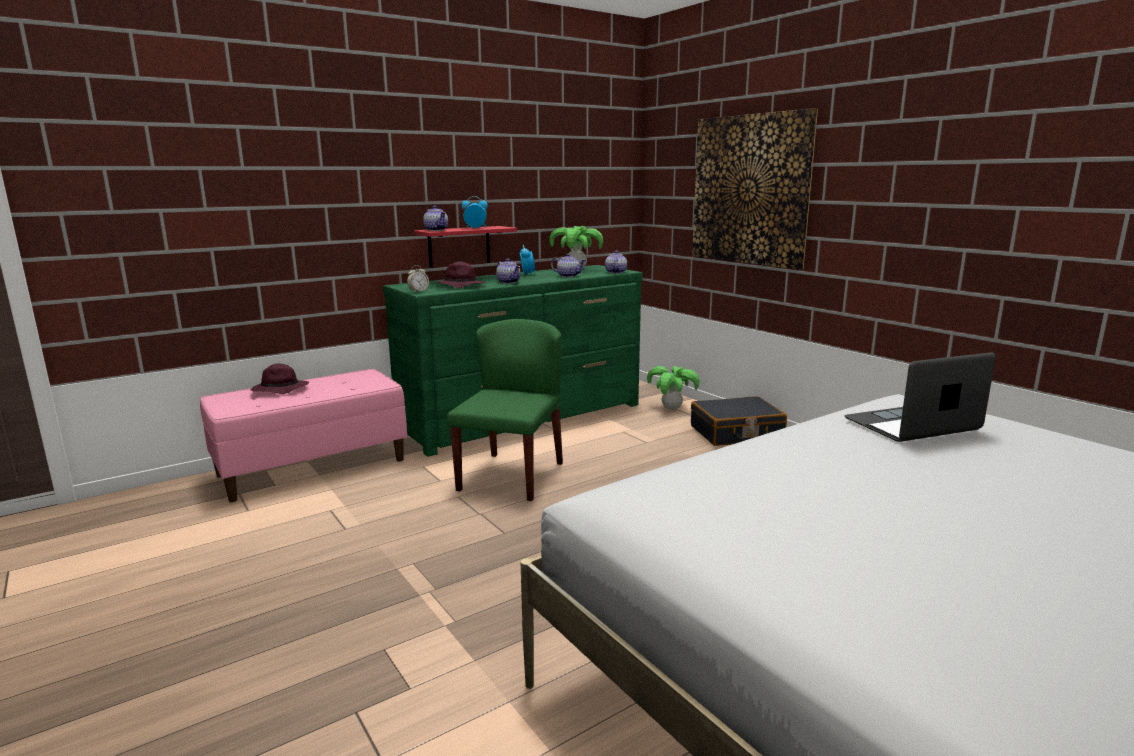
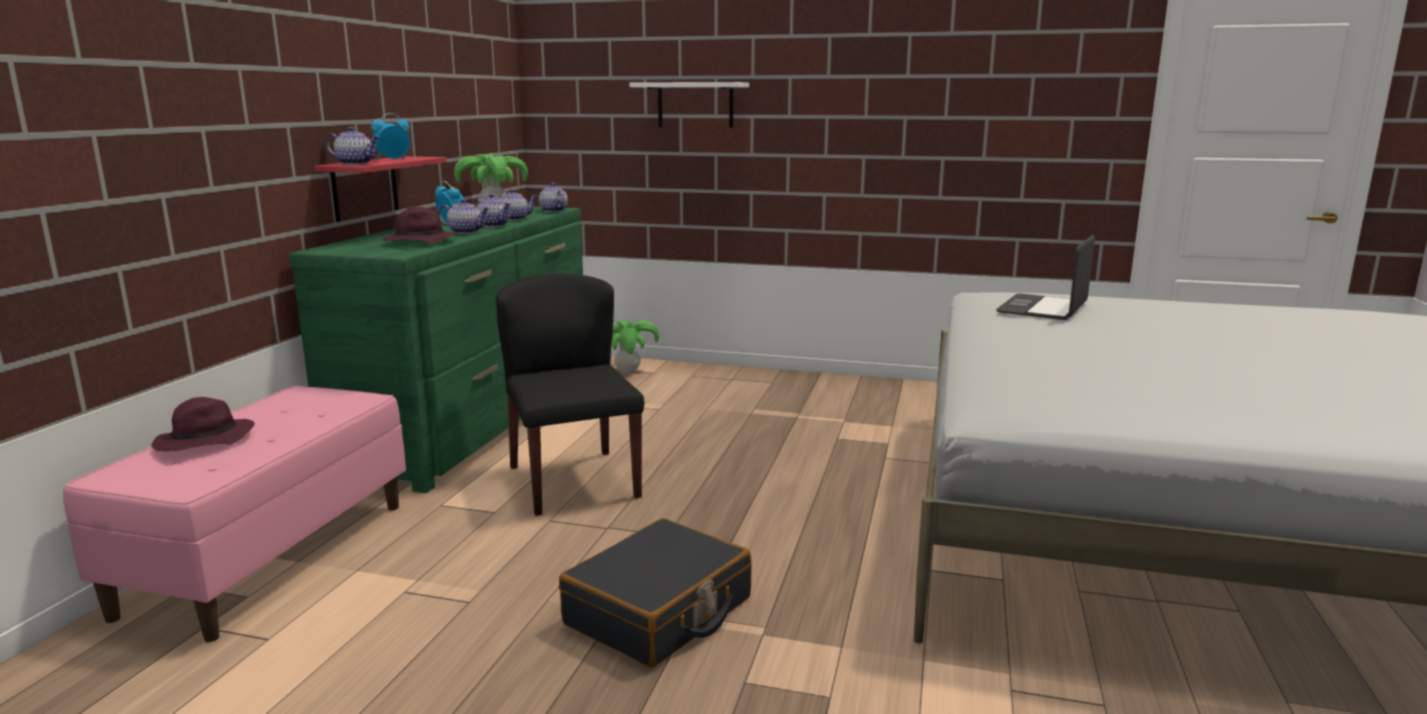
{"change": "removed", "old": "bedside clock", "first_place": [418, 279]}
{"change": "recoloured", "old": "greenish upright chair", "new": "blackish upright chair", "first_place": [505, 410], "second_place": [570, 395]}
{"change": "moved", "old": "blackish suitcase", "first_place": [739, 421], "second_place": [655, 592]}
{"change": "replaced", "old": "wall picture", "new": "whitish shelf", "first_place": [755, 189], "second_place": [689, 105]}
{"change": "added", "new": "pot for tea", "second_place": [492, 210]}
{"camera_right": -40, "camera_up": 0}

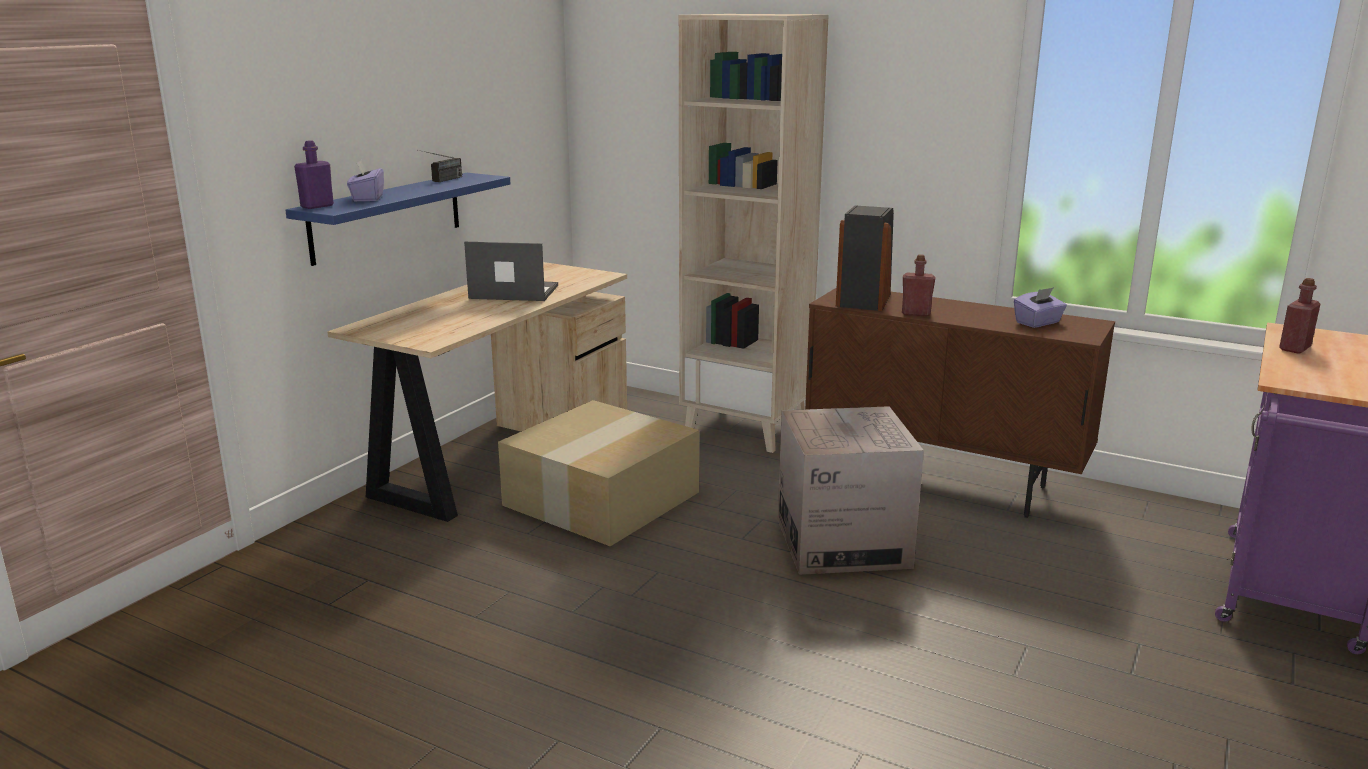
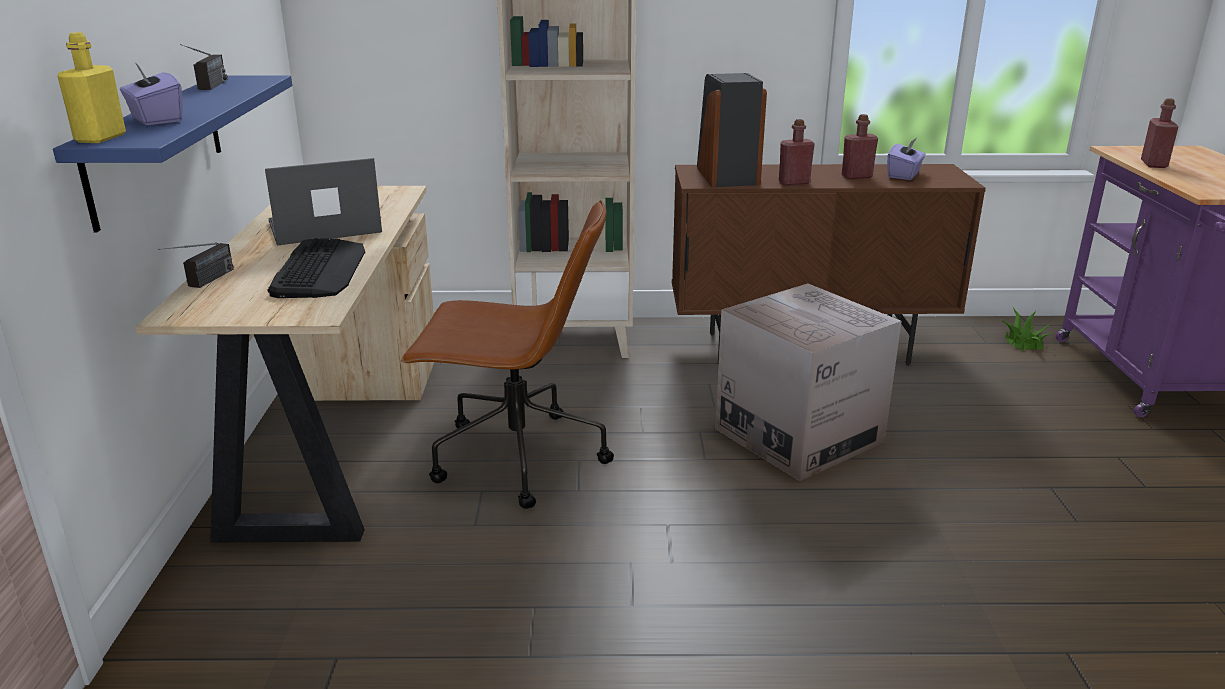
{"change": "recoloured", "old": "purplish drink bottle", "new": "yellow drink bottle", "first_place": [314, 174], "second_place": [91, 87]}
{"change": "replaced", "old": "cardboard box", "new": "brownish desk chair", "first_place": [598, 473], "second_place": [507, 354]}
{"change": "added", "new": "radio set", "second_place": [195, 265]}
{"change": "added", "new": "computer keyboard", "second_place": [316, 268]}
{"change": "added", "new": "red drink bottle", "second_place": [860, 146]}
{"change": "added", "new": "potted plant", "second_place": [1024, 329]}
{"camera_right": -30, "camera_up": 5}

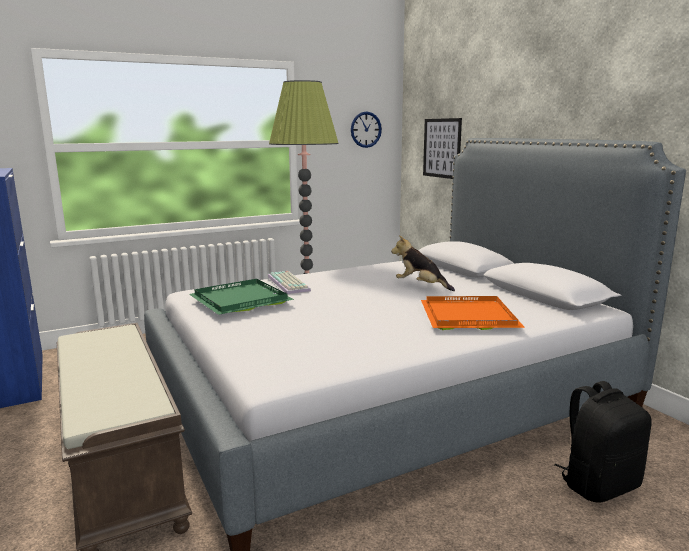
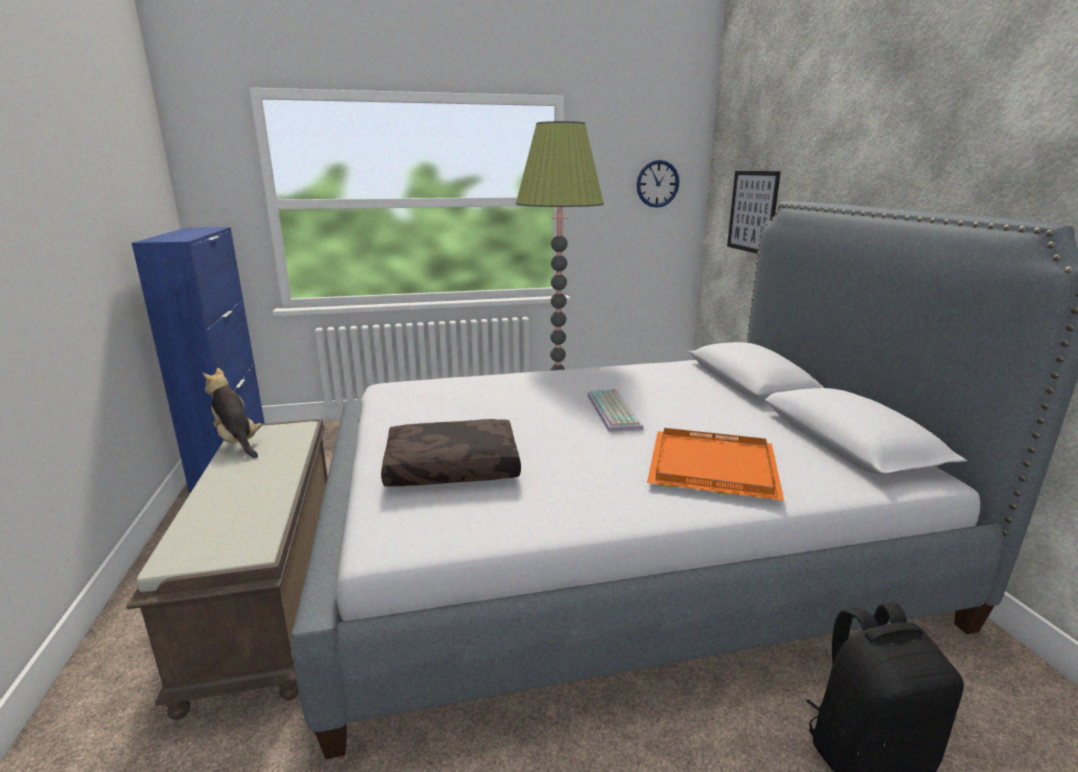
{"change": "removed", "old": "greenish carrying tray", "first_place": [241, 297]}
{"change": "moved", "old": "computer keyboard", "first_place": [289, 282], "second_place": [615, 410]}
{"change": "moved", "old": "plush toy", "first_place": [423, 263], "second_place": [232, 413]}
{"change": "added", "new": "brownish throw pillow", "second_place": [451, 453]}
{"camera_right": 15, "camera_up": 5}

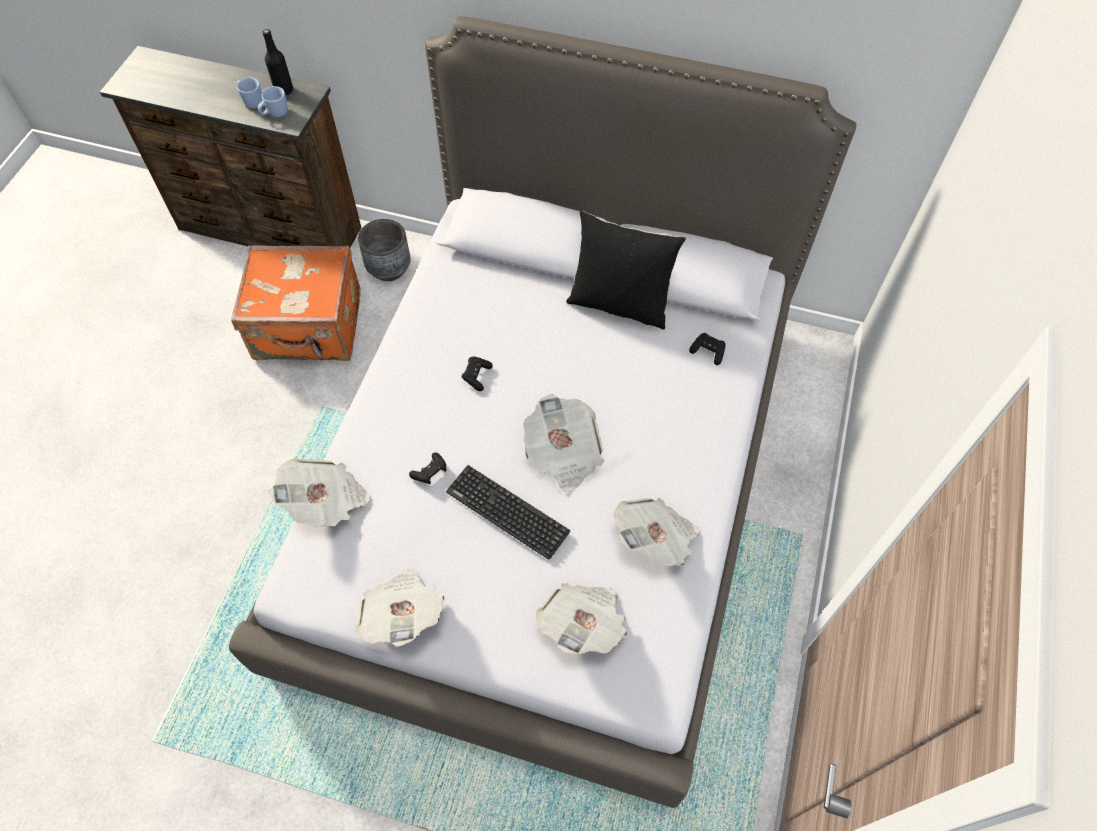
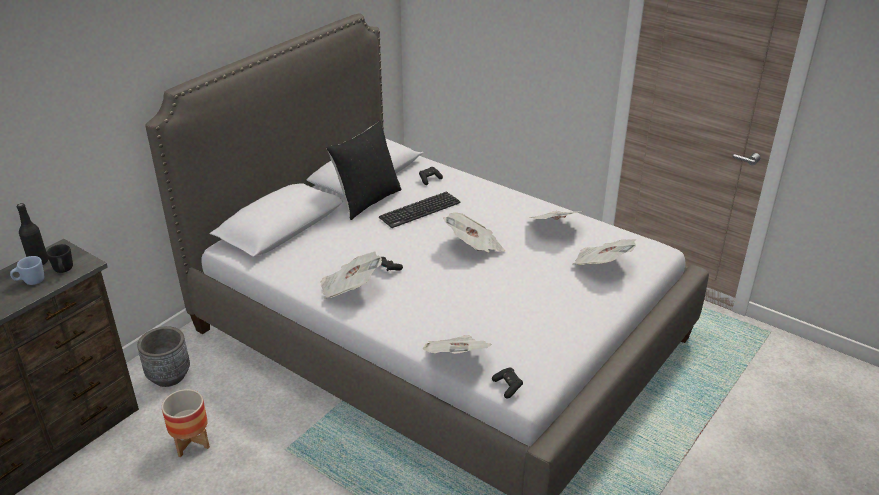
{"change": "replaced", "old": "orangey suitcase", "new": "planter", "first_place": [296, 303], "second_place": [186, 423]}
{"change": "recoloured", "old": "blue coffee mug", "new": "blackish coffee mug", "first_place": [273, 101], "second_place": [59, 258]}
{"change": "moved", "old": "newspaper", "first_place": [400, 608], "second_place": [351, 275]}
{"change": "moved", "old": "blackish gamepad", "first_place": [427, 468], "second_place": [507, 382]}
{"change": "moved", "old": "computer keyboard", "first_place": [508, 512], "second_place": [419, 209]}
{"camera_right": -70, "camera_up": -25}

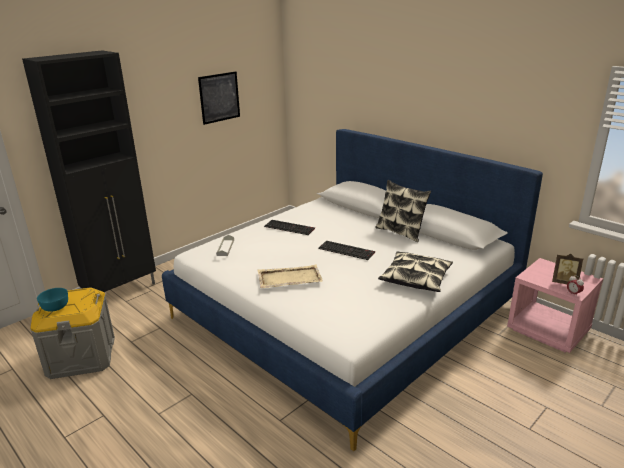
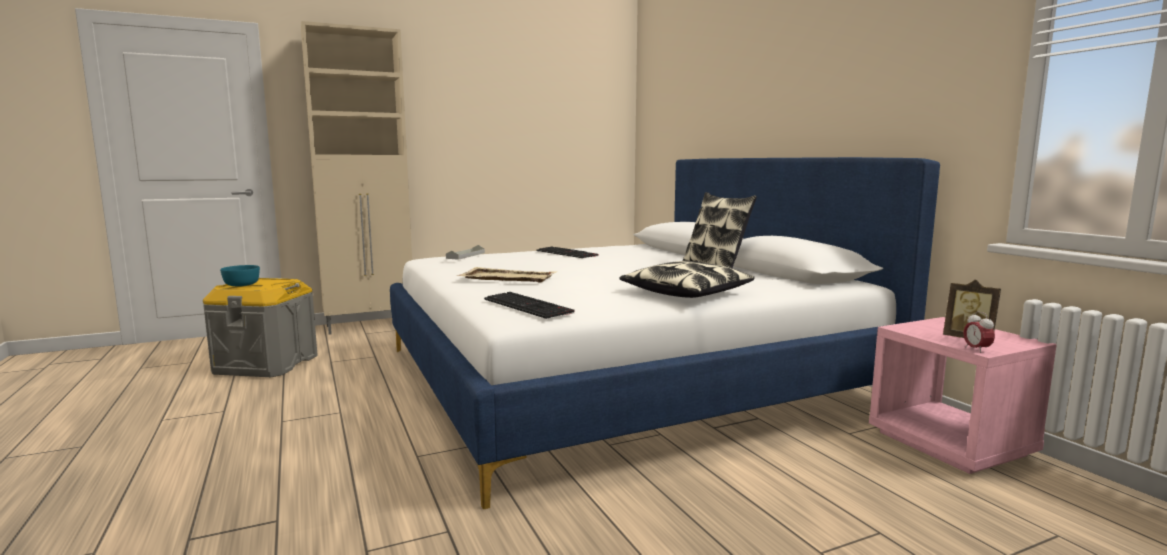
{"change": "recoloured", "old": "blackish cupboard", "new": "beige-coloured cupboard", "first_place": [89, 171], "second_place": [356, 178]}
{"change": "removed", "old": "wall picture", "first_place": [219, 98]}
{"change": "moved", "old": "computer keyboard", "first_place": [346, 250], "second_place": [529, 305]}
{"camera_right": 20, "camera_up": -15}

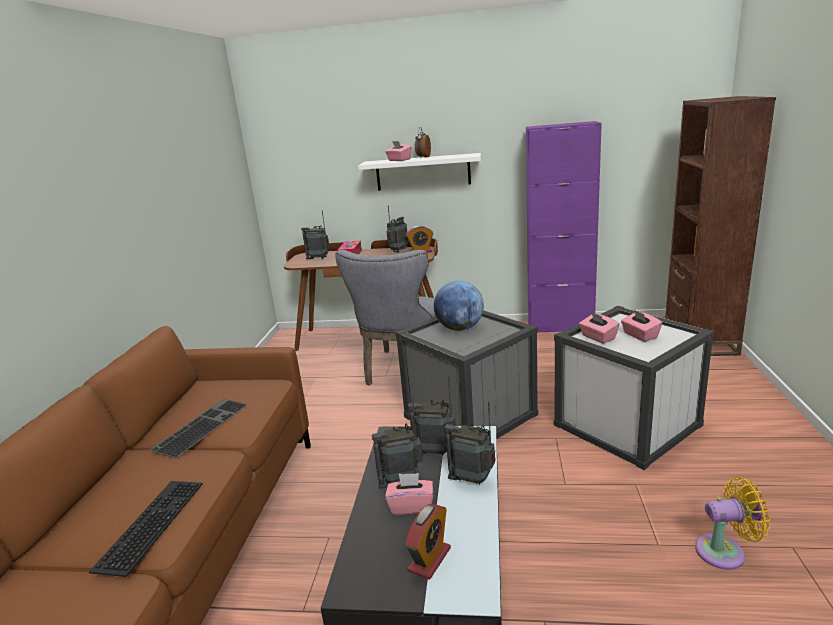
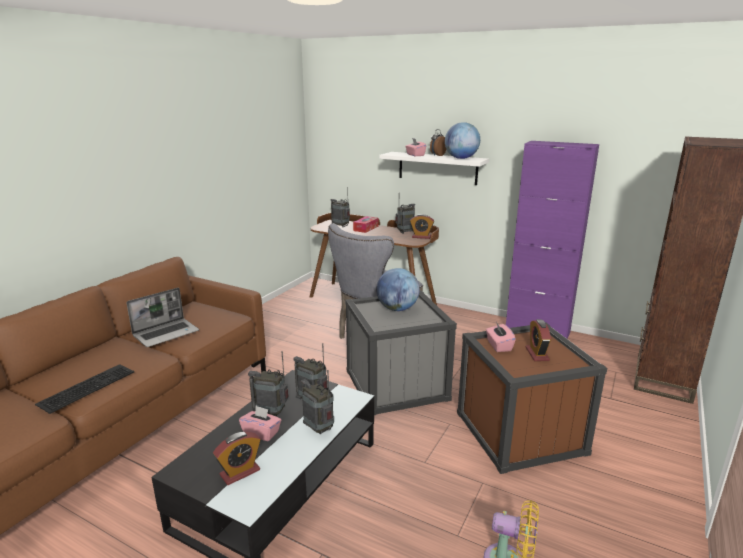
{"change": "replaced", "old": "computer keyboard", "new": "laptop", "first_place": [198, 428], "second_place": [163, 317]}
{"change": "recoloured", "old": "whitish storage container", "new": "brownish storage container", "first_place": [634, 388], "second_place": [532, 398]}
{"change": "replaced", "old": "pinkish box of tissues", "new": "bedside clock", "first_place": [641, 326], "second_place": [538, 340]}
{"change": "added", "new": "globe", "second_place": [462, 140]}
{"camera_right": 20, "camera_up": 0}

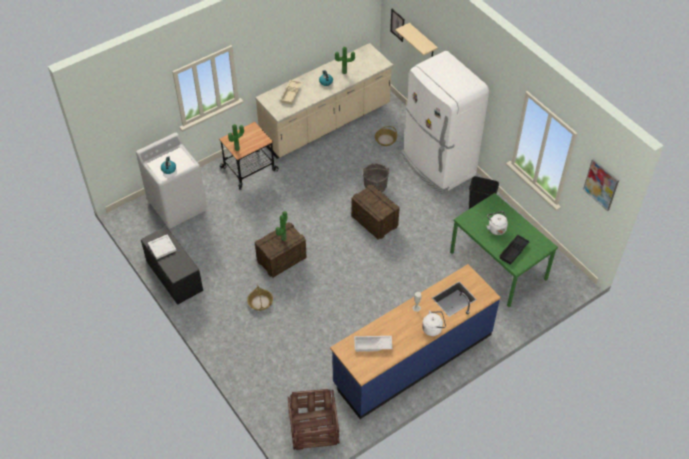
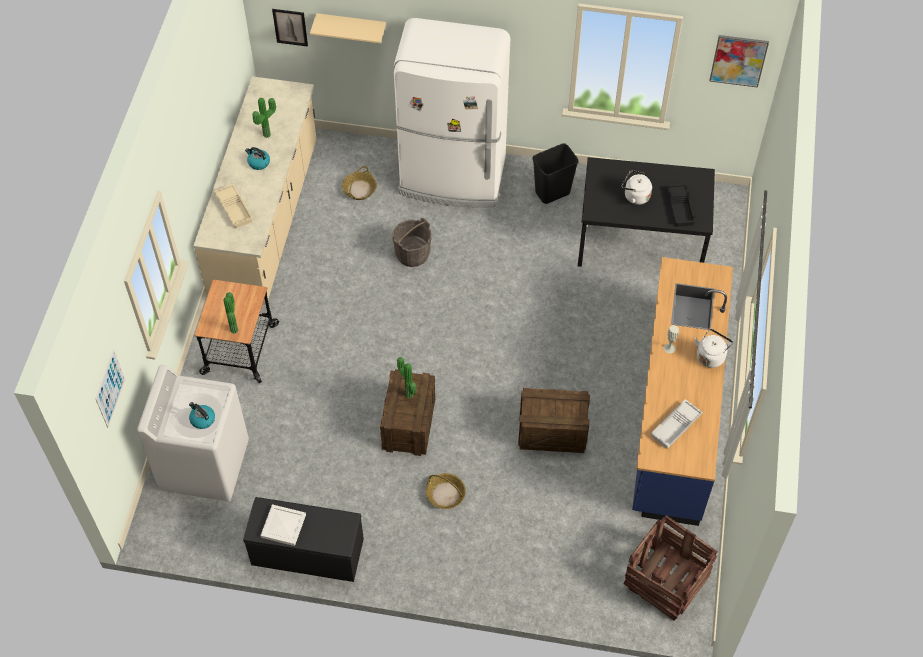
{"change": "moved", "old": "crate", "first_place": [375, 212], "second_place": [554, 420]}
{"change": "recoloured", "old": "greenish kitchen table", "new": "blackish kitchen table", "first_place": [504, 250], "second_place": [646, 212]}
{"change": "added", "new": "wall picture", "second_place": [110, 388]}
{"camera_right": -45, "camera_up": 5}

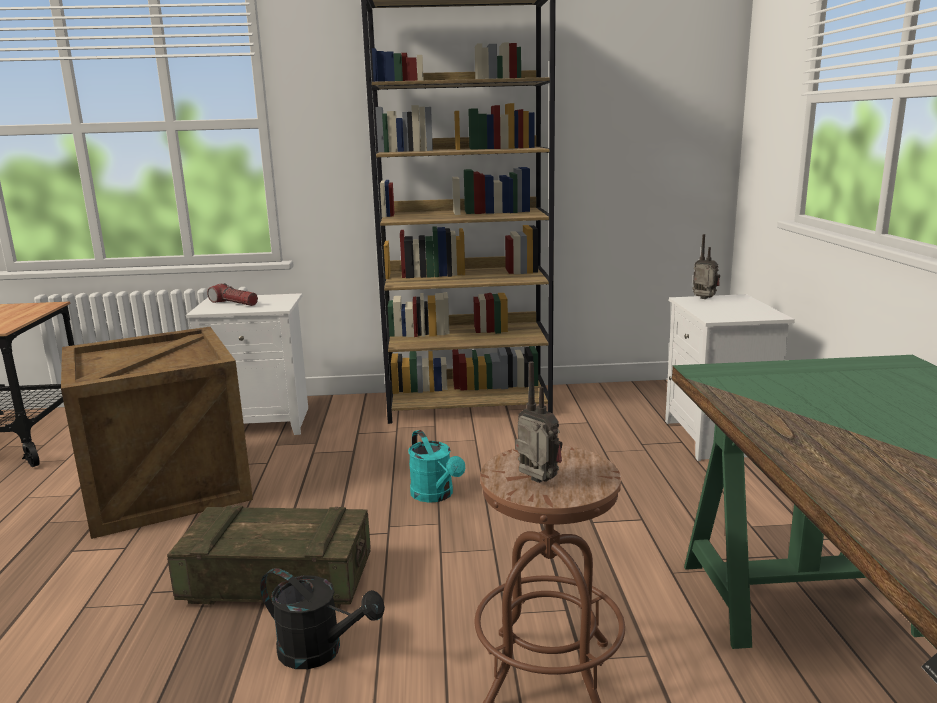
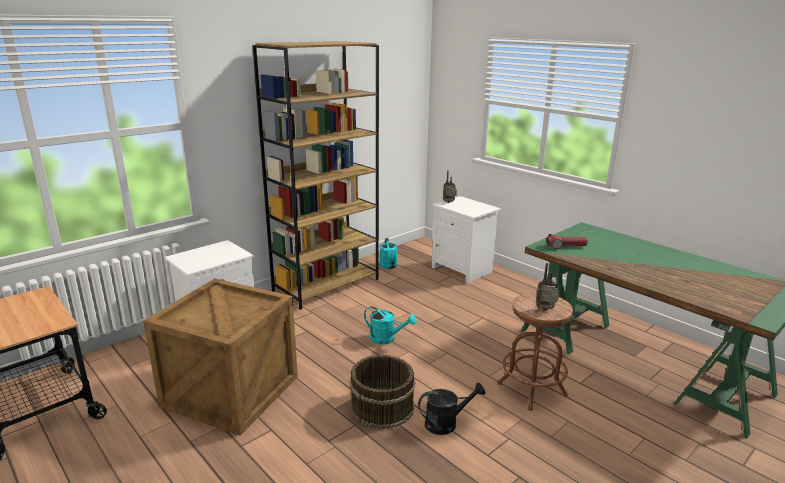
{"change": "replaced", "old": "crate", "new": "brownish pail", "first_place": [269, 556], "second_place": [382, 391]}
{"change": "moved", "old": "hand torch", "first_place": [232, 294], "second_place": [567, 241]}
{"change": "added", "new": "turquoise-coloured watering pot", "second_place": [388, 253]}
{"camera_right": -40, "camera_up": 5}

